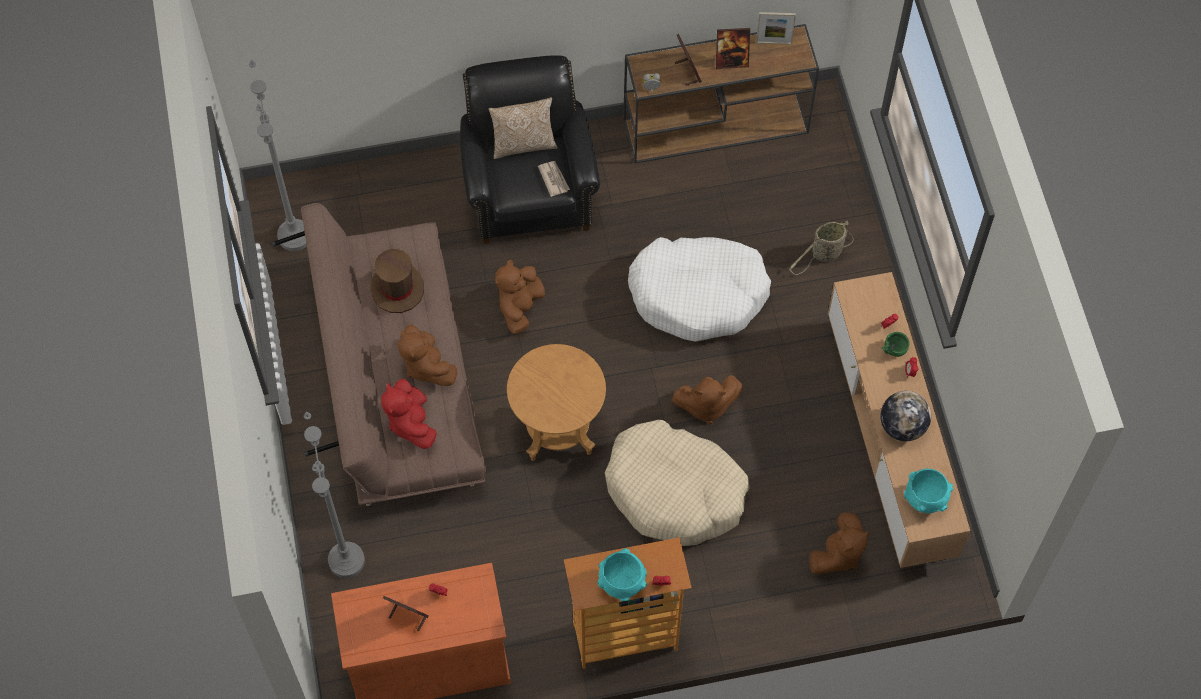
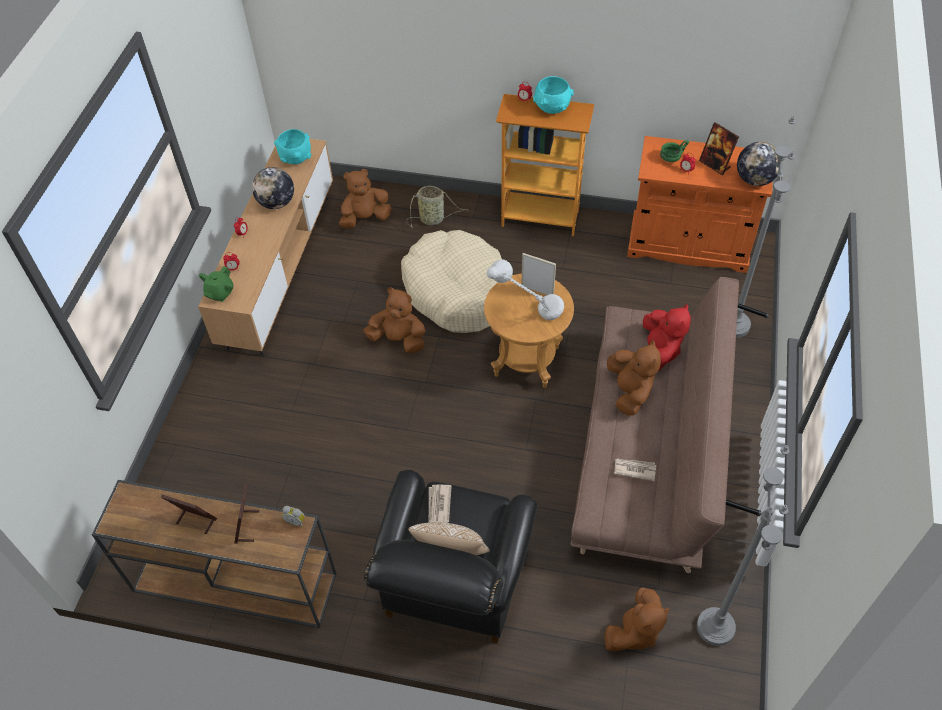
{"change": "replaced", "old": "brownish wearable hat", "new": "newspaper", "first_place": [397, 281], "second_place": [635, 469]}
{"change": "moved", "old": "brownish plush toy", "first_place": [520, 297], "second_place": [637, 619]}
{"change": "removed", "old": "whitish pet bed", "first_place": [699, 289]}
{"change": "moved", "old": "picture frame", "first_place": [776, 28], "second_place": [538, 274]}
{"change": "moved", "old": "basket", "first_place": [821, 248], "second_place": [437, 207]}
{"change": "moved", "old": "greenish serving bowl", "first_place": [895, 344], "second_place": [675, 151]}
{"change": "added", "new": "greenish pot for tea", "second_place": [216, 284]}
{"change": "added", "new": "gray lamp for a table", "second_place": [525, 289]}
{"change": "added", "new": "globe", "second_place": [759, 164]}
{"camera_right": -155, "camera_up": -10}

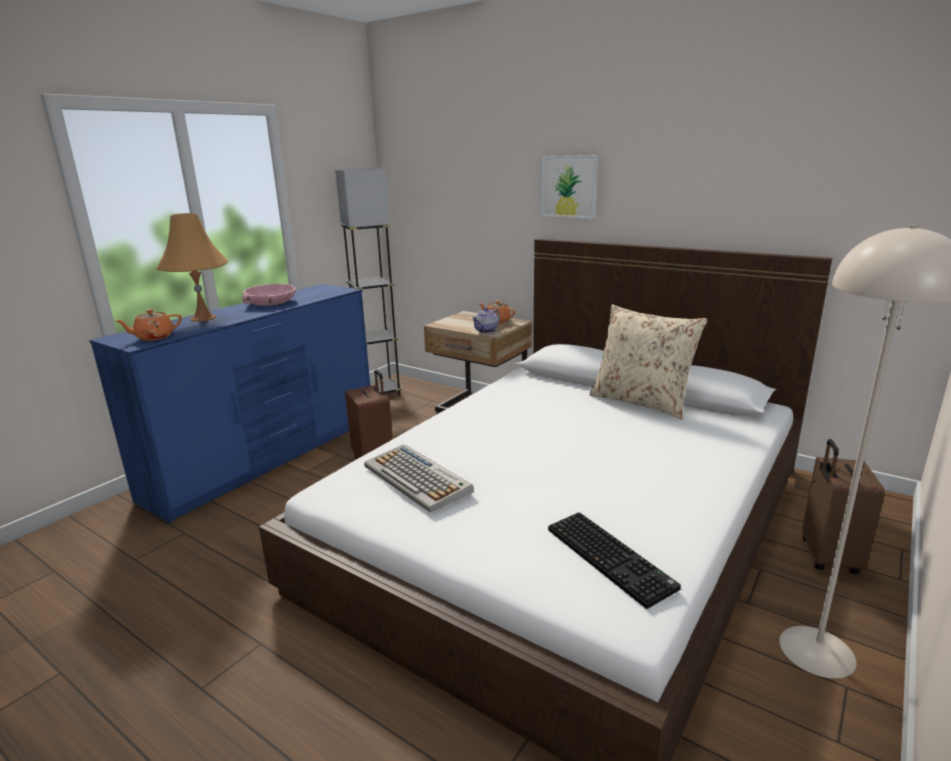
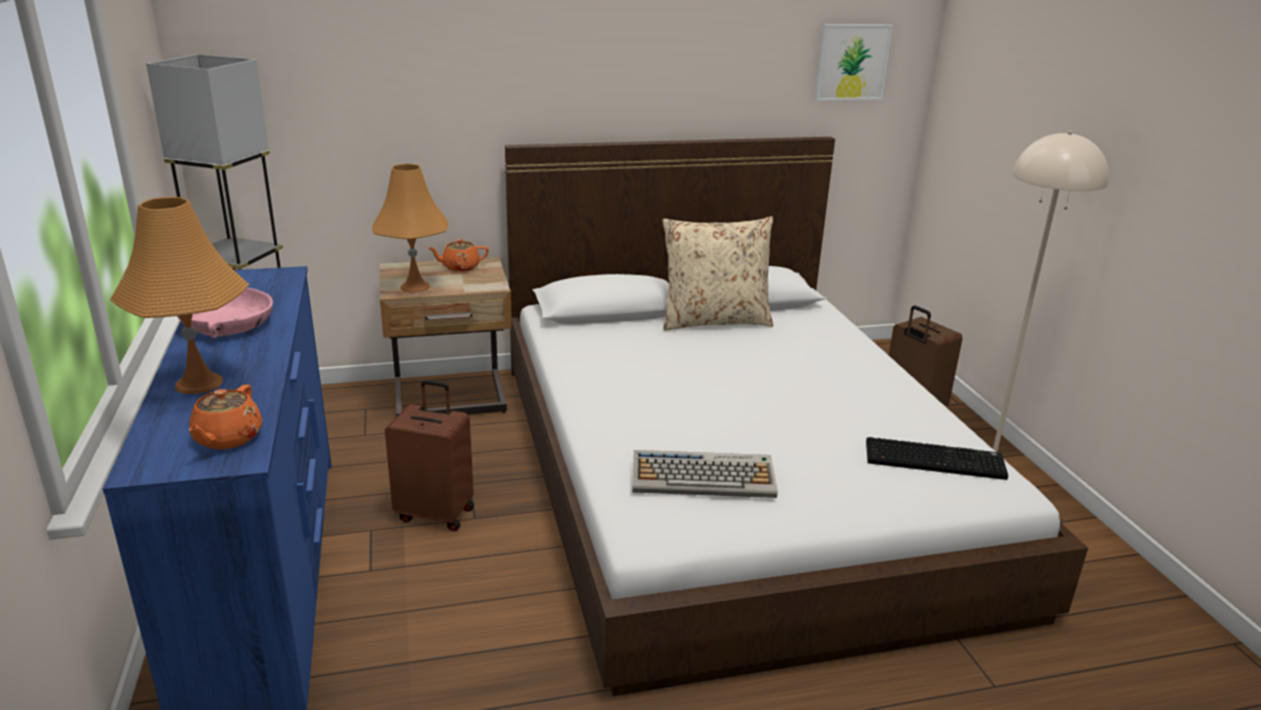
{"change": "removed", "old": "pot for tea", "first_place": [486, 320]}
{"change": "moved", "old": "wall picture", "first_place": [569, 186], "second_place": [854, 62]}
{"change": "added", "new": "orangey lamp for a table", "second_place": [410, 228]}
{"camera_right": -50, "camera_up": 5}

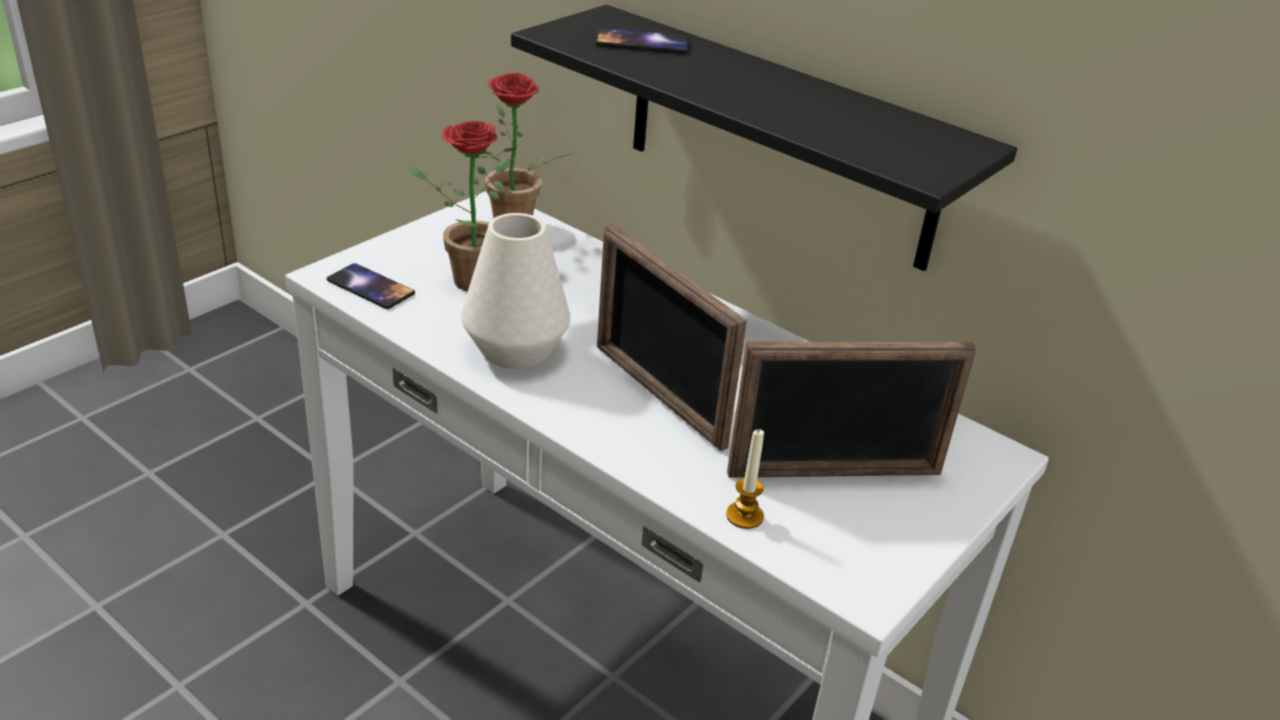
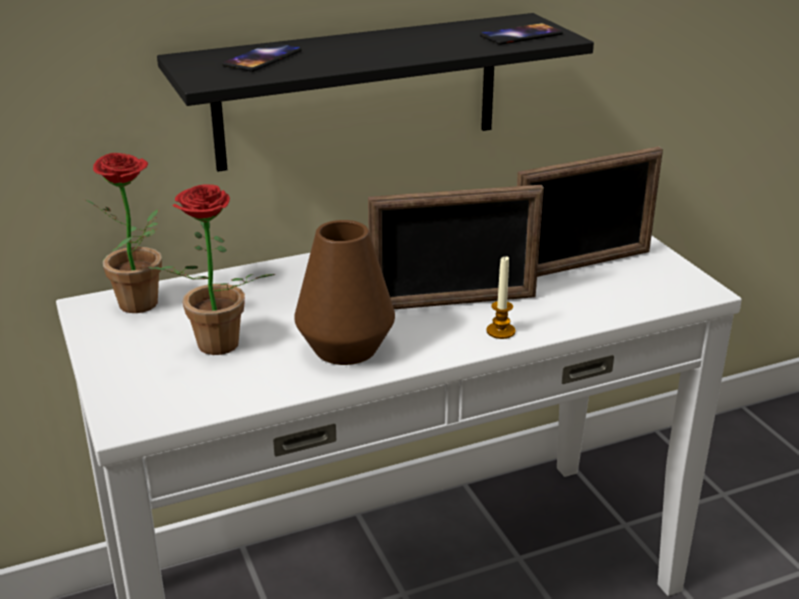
{"change": "moved", "old": "phone", "first_place": [371, 286], "second_place": [521, 34]}
{"change": "recoloured", "old": "whitish decorative vase", "new": "brownish decorative vase", "first_place": [515, 291], "second_place": [344, 292]}
{"change": "moved", "old": "candle", "first_place": [745, 479], "second_place": [501, 297]}
{"change": "turned", "old": "picture frame", "first_place": [852, 410], "second_place": [590, 212], "degrees": 45}
{"camera_right": -60, "camera_up": -5}

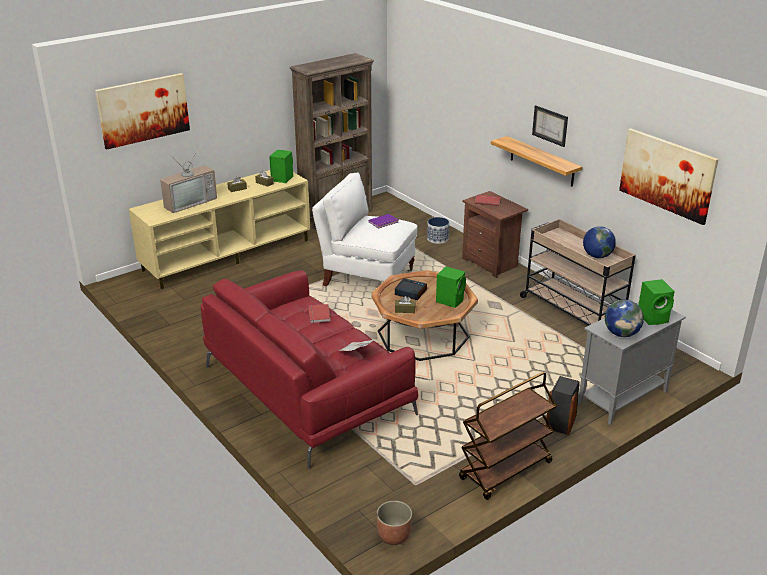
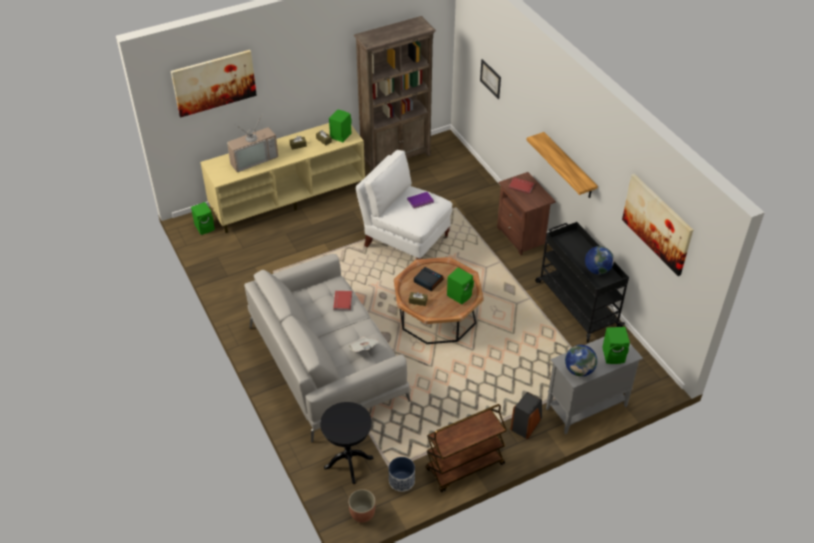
{"change": "recoloured", "old": "red couch", "new": "gray couch", "first_place": [309, 369], "second_place": [327, 348]}
{"change": "moved", "old": "planter", "first_place": [438, 230], "second_place": [402, 474]}
{"change": "recoloured", "old": "beige-coloured cart", "new": "blackish cart", "first_place": [578, 272], "second_place": [582, 282]}
{"change": "moved", "old": "wall picture", "first_place": [550, 126], "second_place": [490, 79]}
{"change": "added", "new": "greenish audio speaker", "second_place": [203, 218]}
{"change": "added", "new": "blackish end table", "second_place": [347, 443]}
{"camera_right": 10, "camera_up": 15}

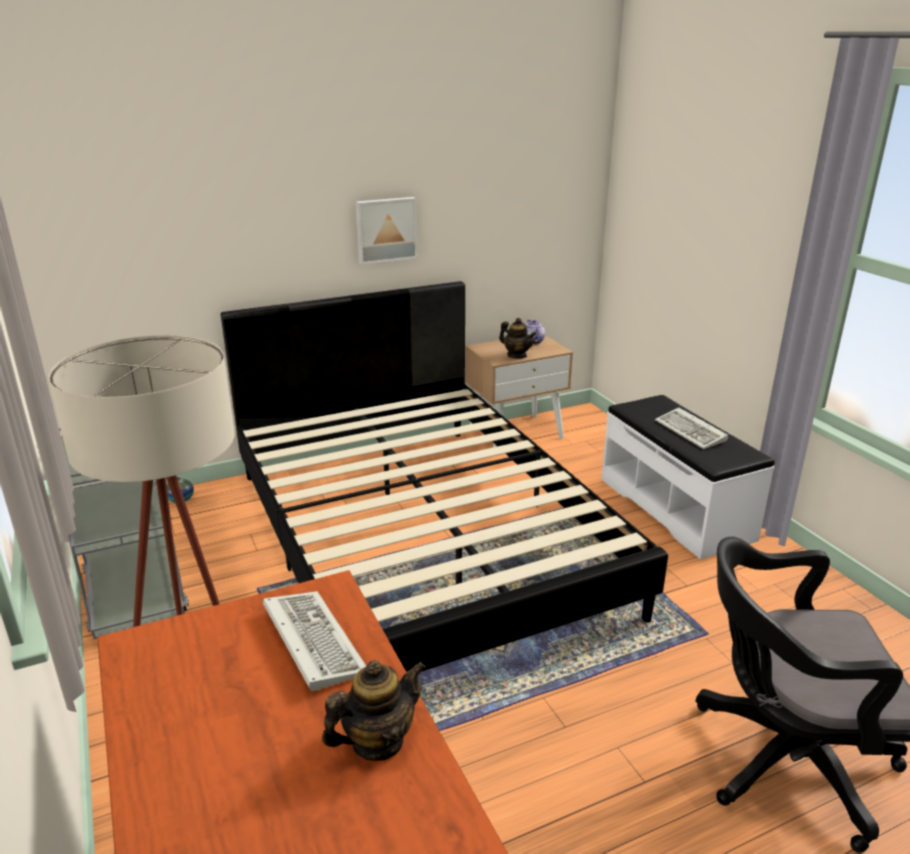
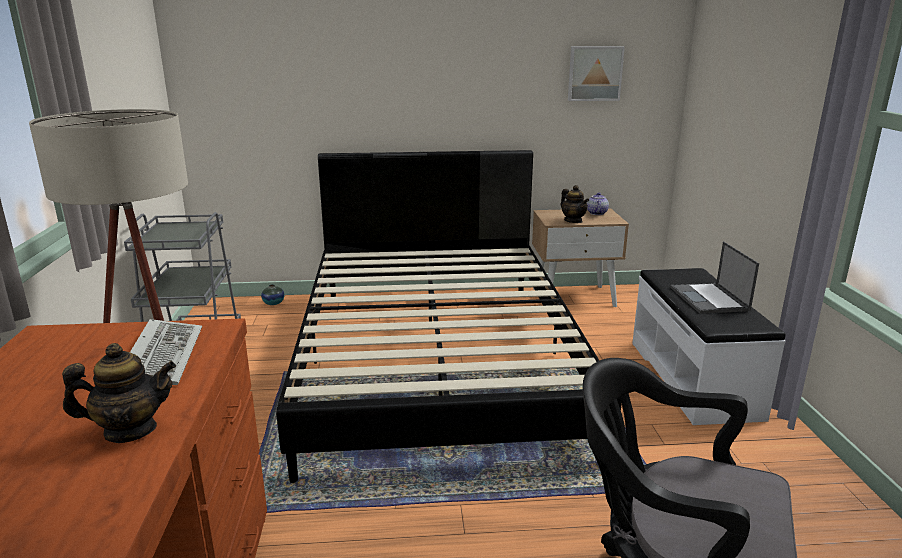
{"change": "moved", "old": "wall picture", "first_place": [386, 231], "second_place": [596, 73]}
{"change": "replaced", "old": "computer keyboard", "new": "laptop", "first_place": [691, 428], "second_place": [714, 277]}
{"camera_right": 20, "camera_up": -5}

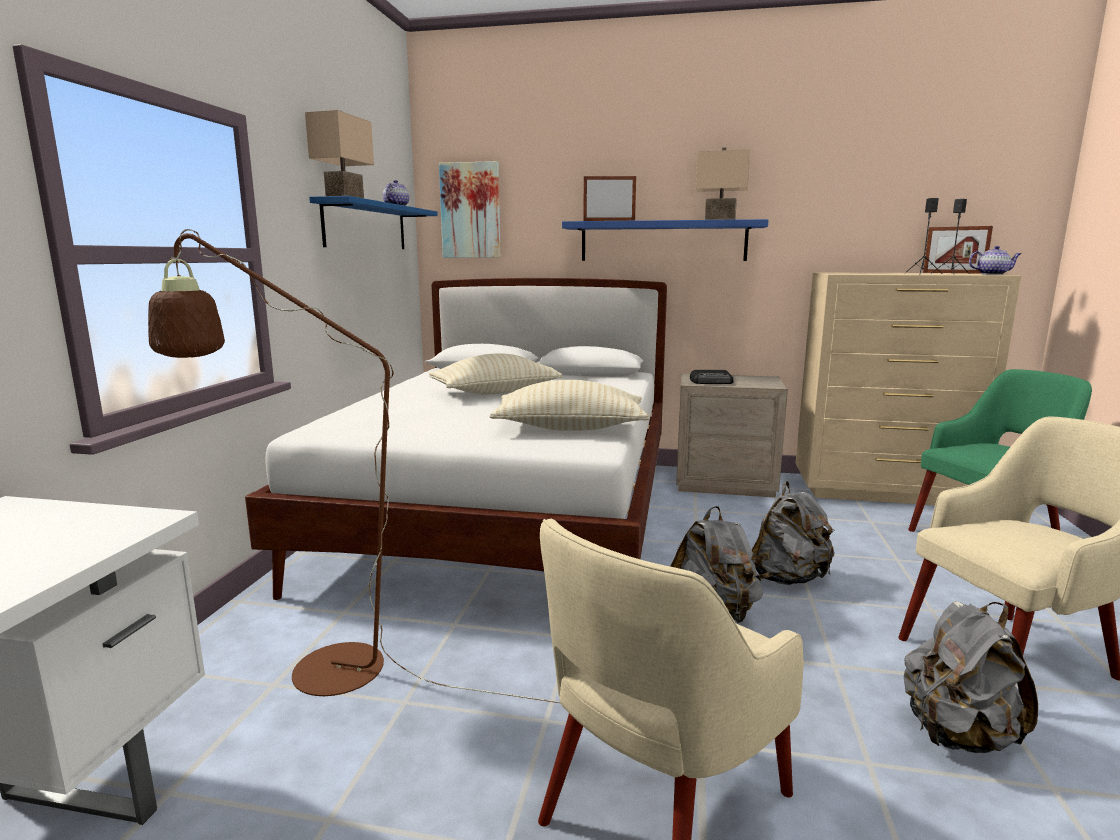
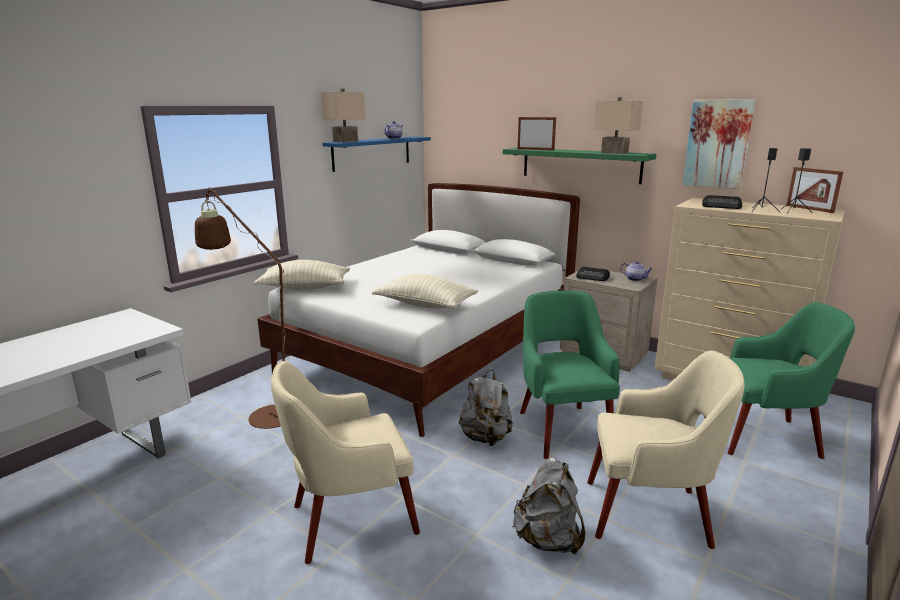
{"change": "moved", "old": "beige-coloured throw pillow", "first_place": [496, 374], "second_place": [302, 274]}
{"change": "moved", "old": "wall picture", "first_place": [470, 209], "second_place": [719, 144]}
{"change": "recoloured", "old": "blue shelf", "new": "greenish shelf", "first_place": [665, 240], "second_place": [579, 166]}
{"change": "replaced", "old": "gray knapsack", "new": "greenish lounge chair", "first_place": [793, 533], "second_place": [570, 374]}
{"change": "moved", "old": "pot for tea", "first_place": [995, 260], "second_place": [636, 271]}
{"change": "added", "new": "radio set", "second_place": [722, 202]}
{"camera_right": 25, "camera_up": 5}

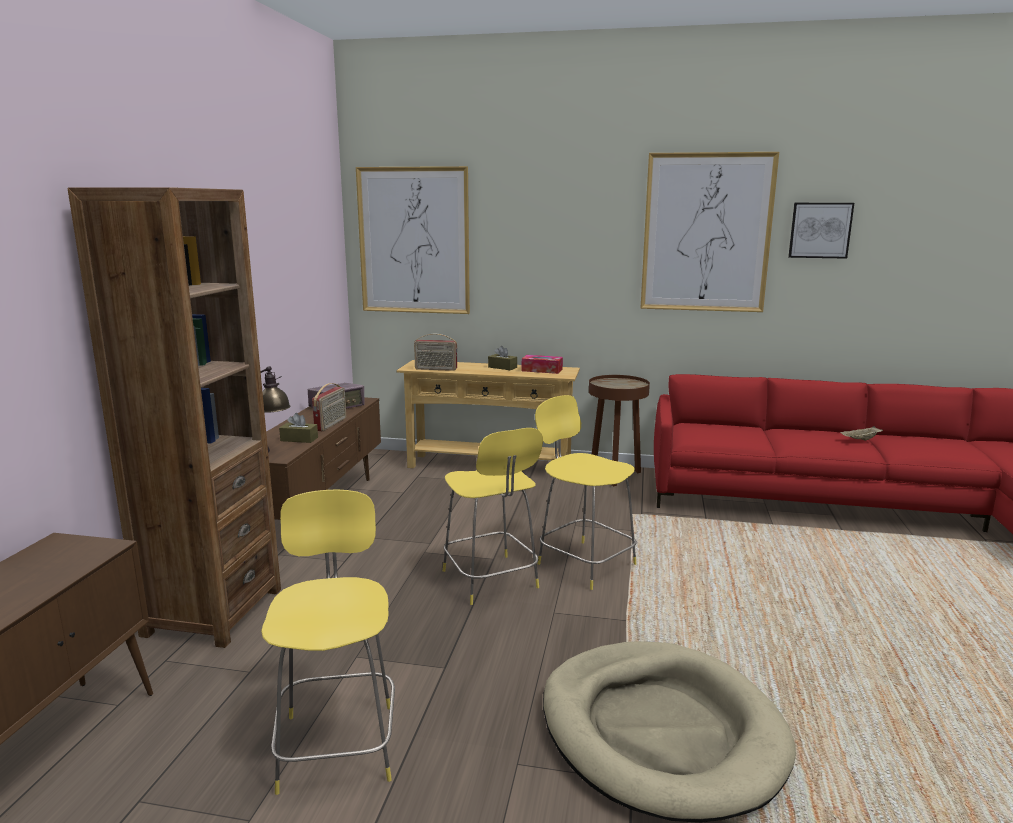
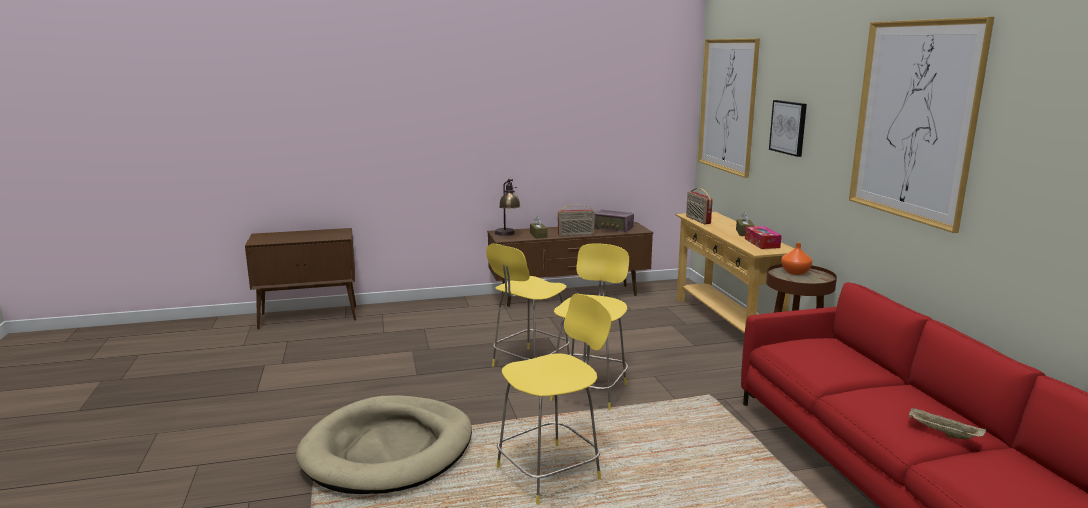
{"change": "removed", "old": "brownish shelving unit", "first_place": [174, 417]}
{"change": "moved", "old": "yellow stool", "first_place": [328, 642], "second_place": [554, 399]}
{"change": "moved", "old": "wall picture", "first_place": [821, 231], "second_place": [788, 128]}
{"change": "added", "new": "orangey decorative vase", "second_place": [796, 259]}
{"camera_right": 65, "camera_up": 0}

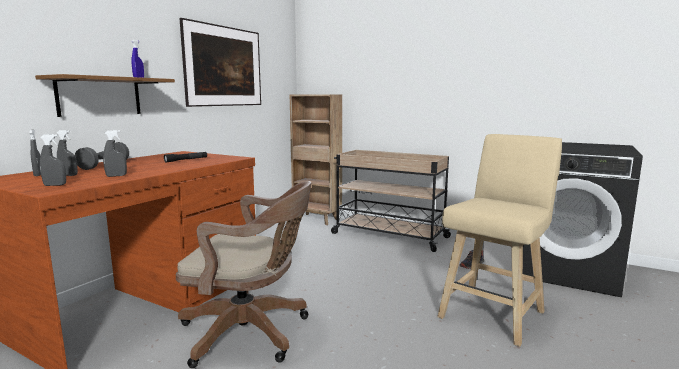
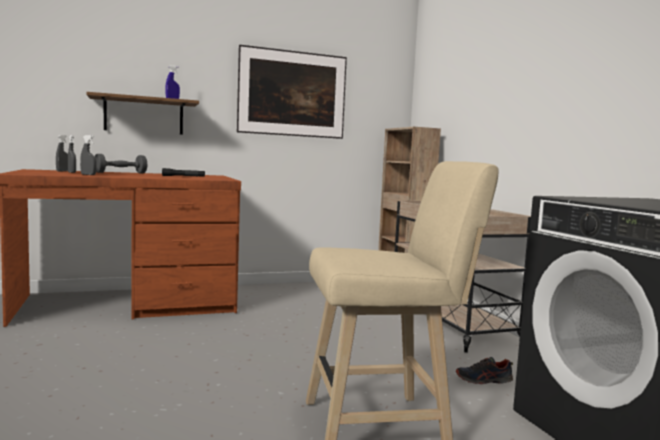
{"change": "removed", "old": "gray sprayer", "first_place": [53, 160]}
{"change": "removed", "old": "brownish desk chair", "first_place": [244, 274]}
{"camera_right": 40, "camera_up": -5}

